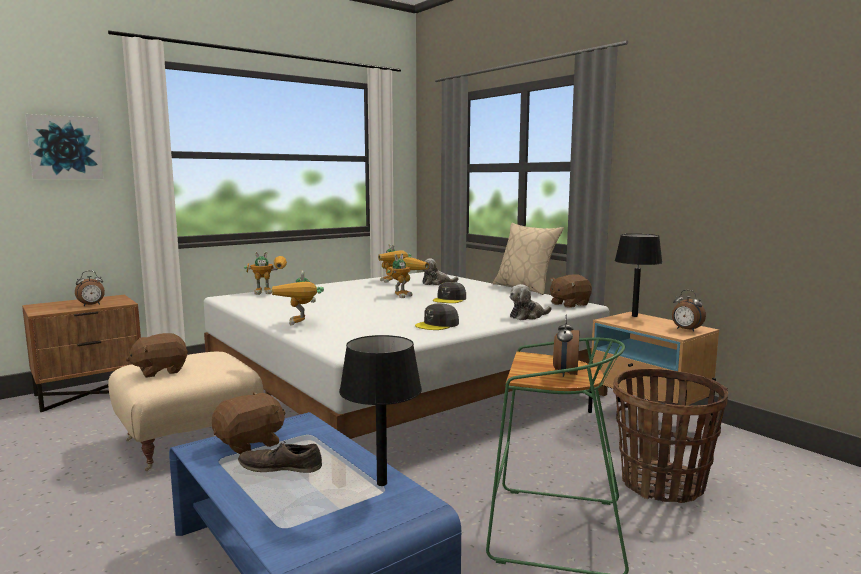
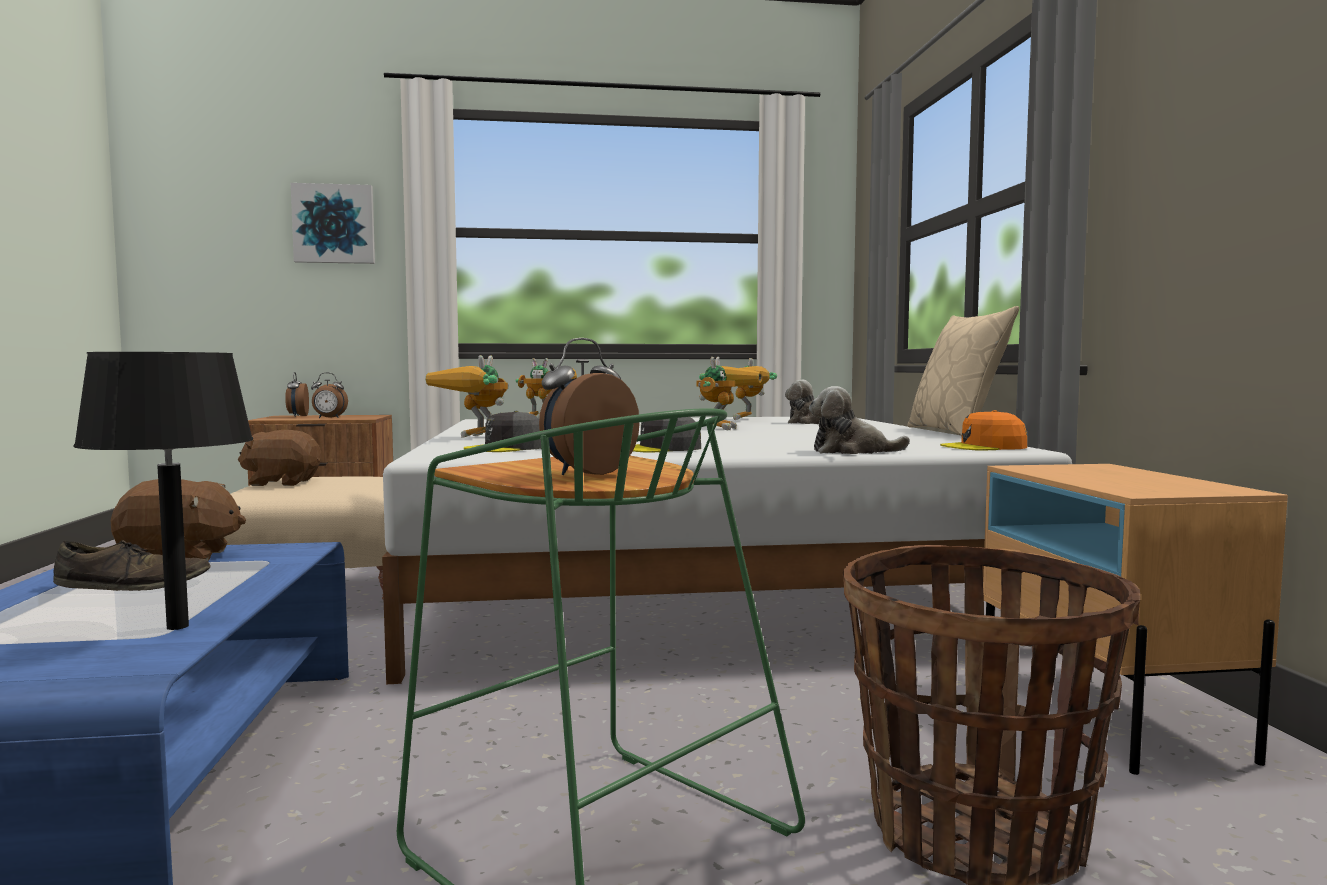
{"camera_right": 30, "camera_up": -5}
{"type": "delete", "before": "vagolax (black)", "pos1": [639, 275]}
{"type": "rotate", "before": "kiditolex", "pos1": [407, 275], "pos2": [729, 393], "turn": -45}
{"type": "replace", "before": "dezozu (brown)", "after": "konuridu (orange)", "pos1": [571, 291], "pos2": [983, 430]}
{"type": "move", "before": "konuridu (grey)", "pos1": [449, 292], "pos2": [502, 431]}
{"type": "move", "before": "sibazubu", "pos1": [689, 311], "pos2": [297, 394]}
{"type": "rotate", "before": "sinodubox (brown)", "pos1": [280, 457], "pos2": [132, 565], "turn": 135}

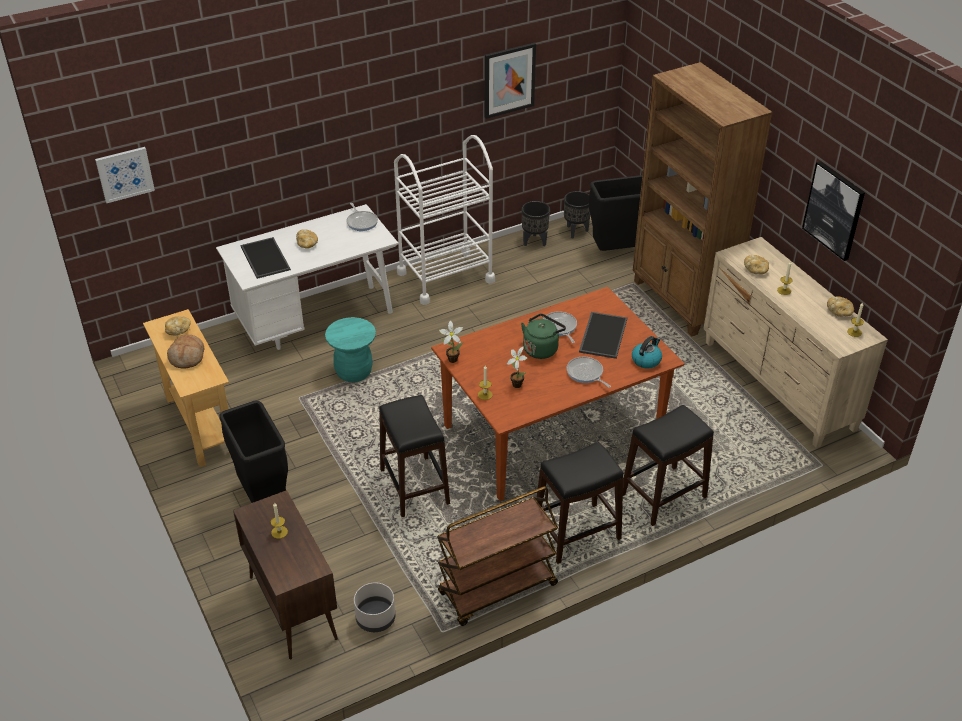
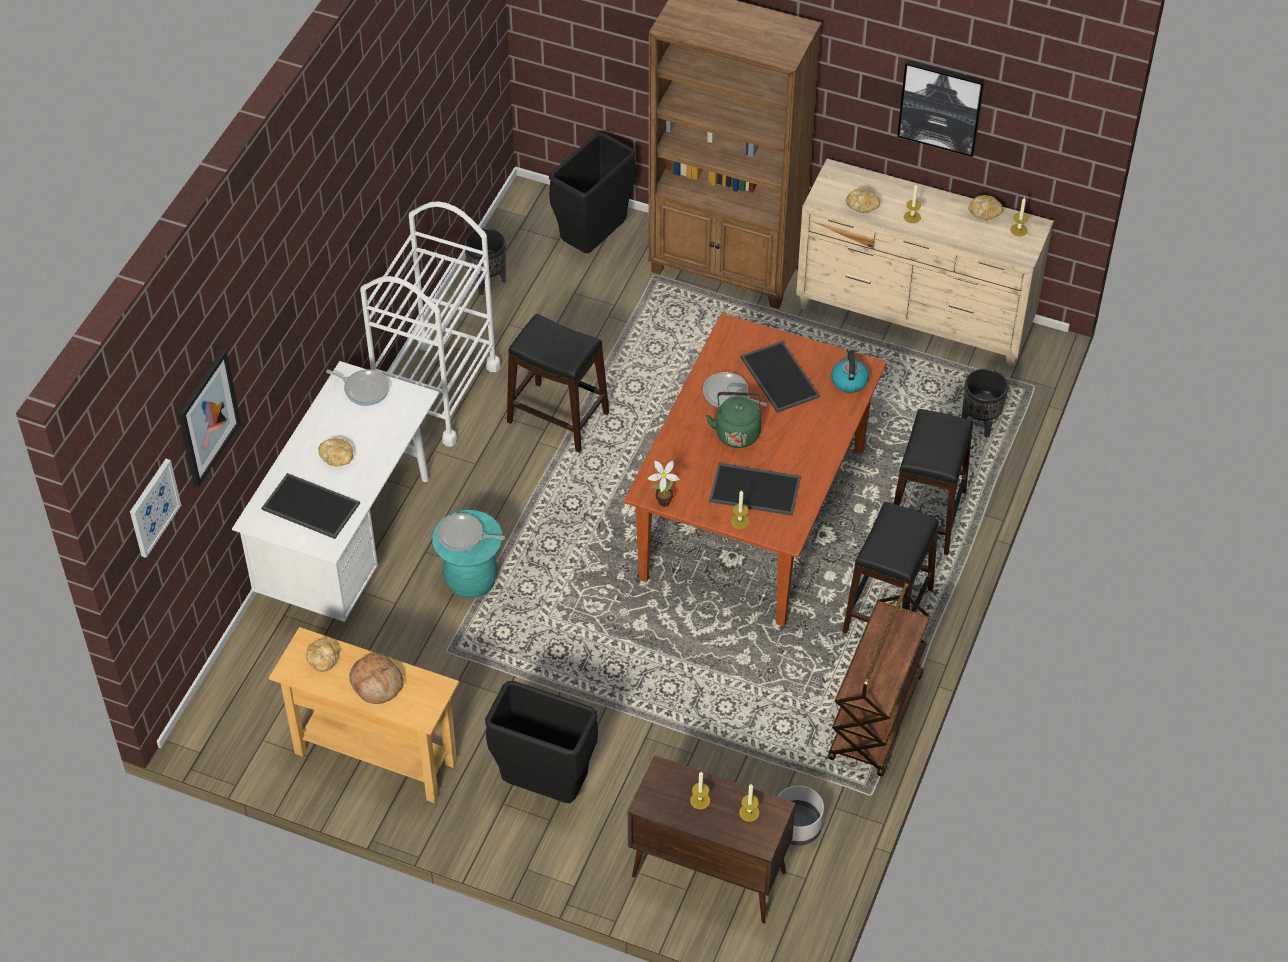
{"camera_right": -40, "camera_up": 10}
{"type": "move", "before": "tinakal", "pos1": [510, 81], "pos2": [209, 418]}
{"type": "move", "before": "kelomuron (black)", "pos1": [577, 215], "pos2": [985, 403]}
{"type": "replace", "before": "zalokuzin", "after": "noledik", "pos1": [517, 367], "pos2": [755, 489]}
{"type": "move", "before": "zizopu", "pos1": [588, 372], "pos2": [471, 532]}
{"type": "move", "before": "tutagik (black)", "pos1": [414, 456], "pos2": [558, 383]}
{"type": "insert", "after": "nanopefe", "pos2": [749, 803]}

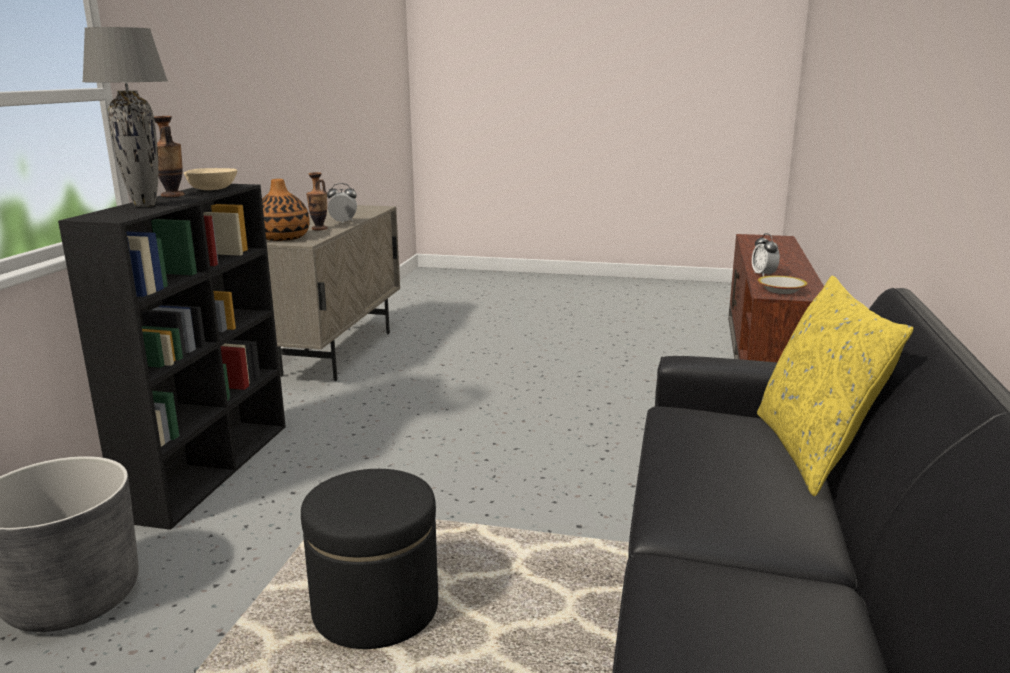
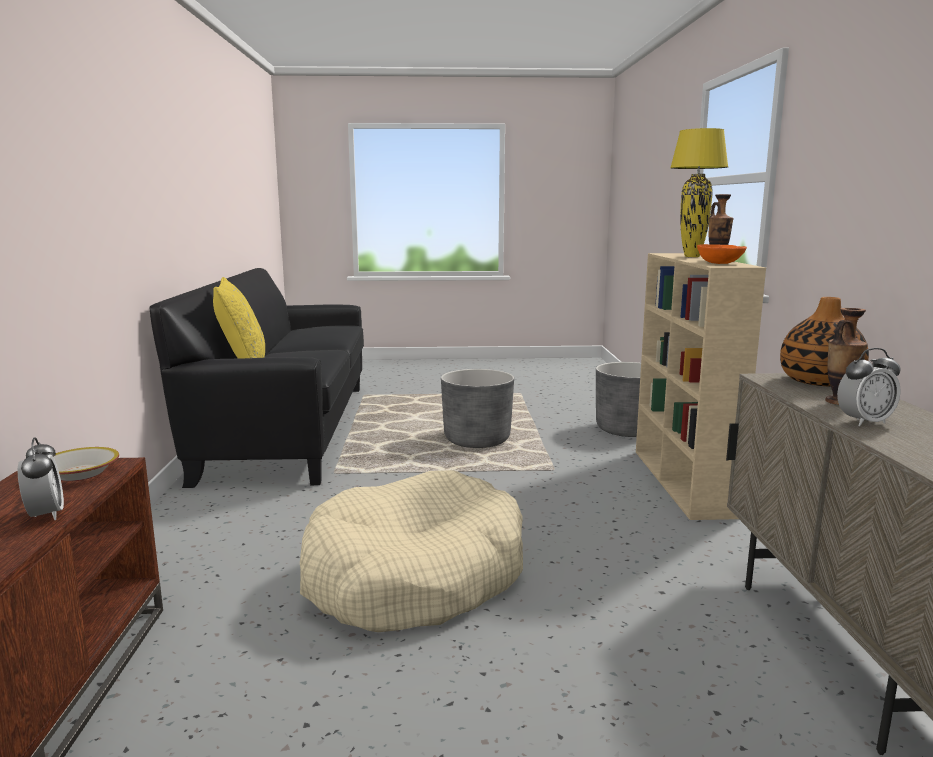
{"camera_right": 165, "camera_up": -5}
{"type": "recolor", "before": "vagolax (grey)", "after": "vagolax (yellow)", "pos1": [125, 117], "pos2": [699, 192]}
{"type": "recolor", "before": "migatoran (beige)", "after": "migatoran (orange)", "pos1": [210, 179], "pos2": [722, 254]}
{"type": "recolor", "before": "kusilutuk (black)", "after": "kusilutuk (beige)", "pos1": [172, 357], "pos2": [701, 386]}
{"type": "replace", "before": "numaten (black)", "after": "kelomuron (grey)", "pos1": [369, 559], "pos2": [477, 408]}
{"type": "insert", "after": "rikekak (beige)", "pos2": [411, 551]}

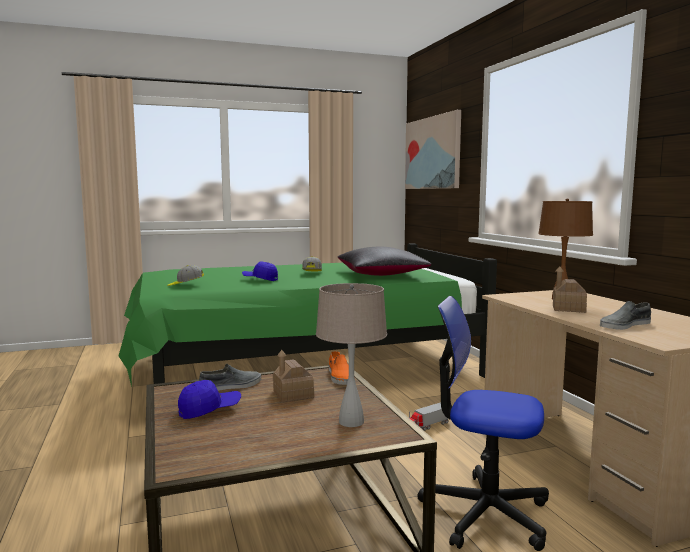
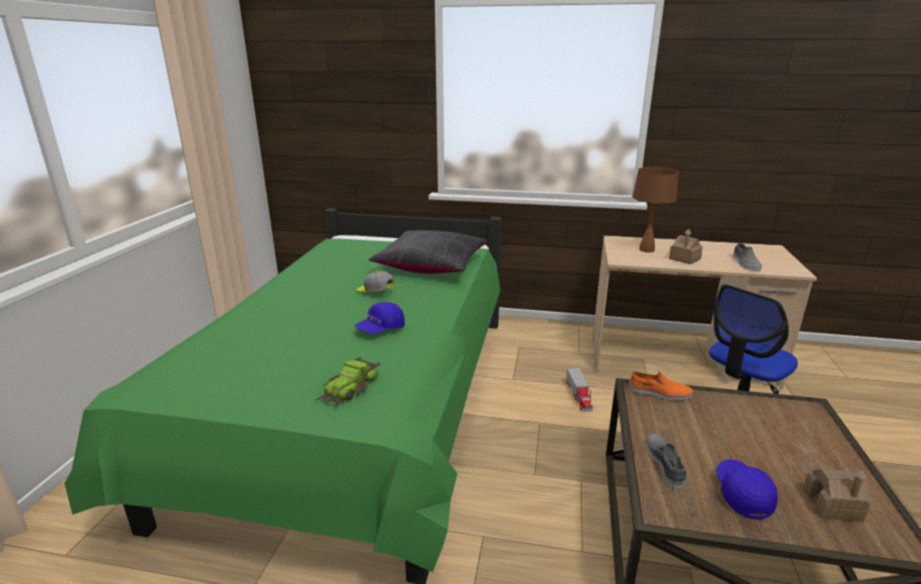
{"camera_right": -60, "camera_up": 15}
{"type": "delete", "before": "tinakal", "pos1": [433, 149]}
{"type": "replace", "before": "konuridu", "after": "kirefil", "pos1": [185, 275], "pos2": [347, 382]}
{"type": "delete", "before": "vagolax (beige)", "pos1": [351, 355]}
{"type": "move", "before": "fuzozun", "pos1": [293, 376], "pos2": [836, 495]}

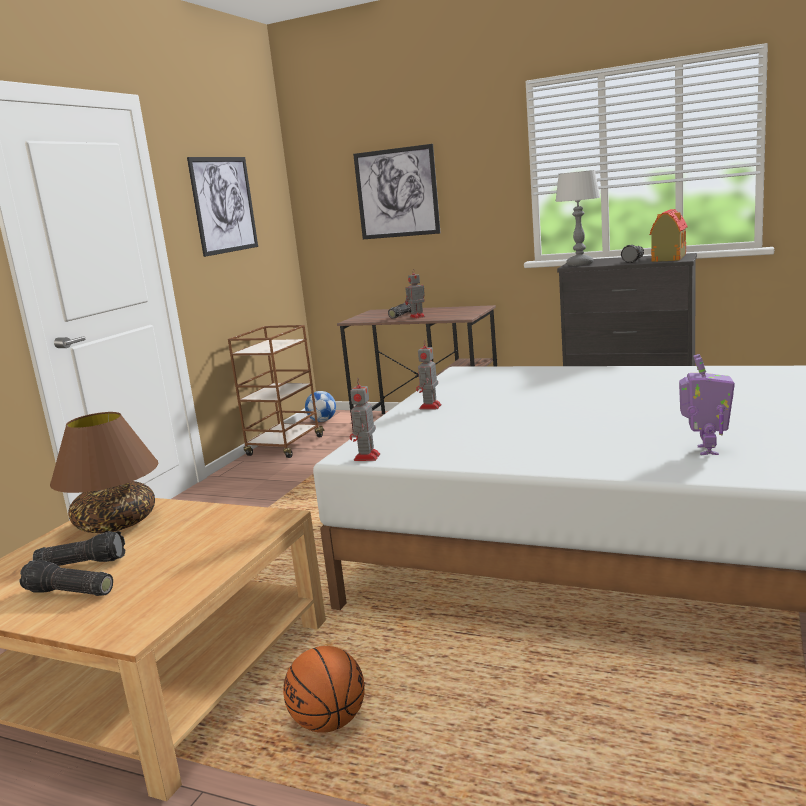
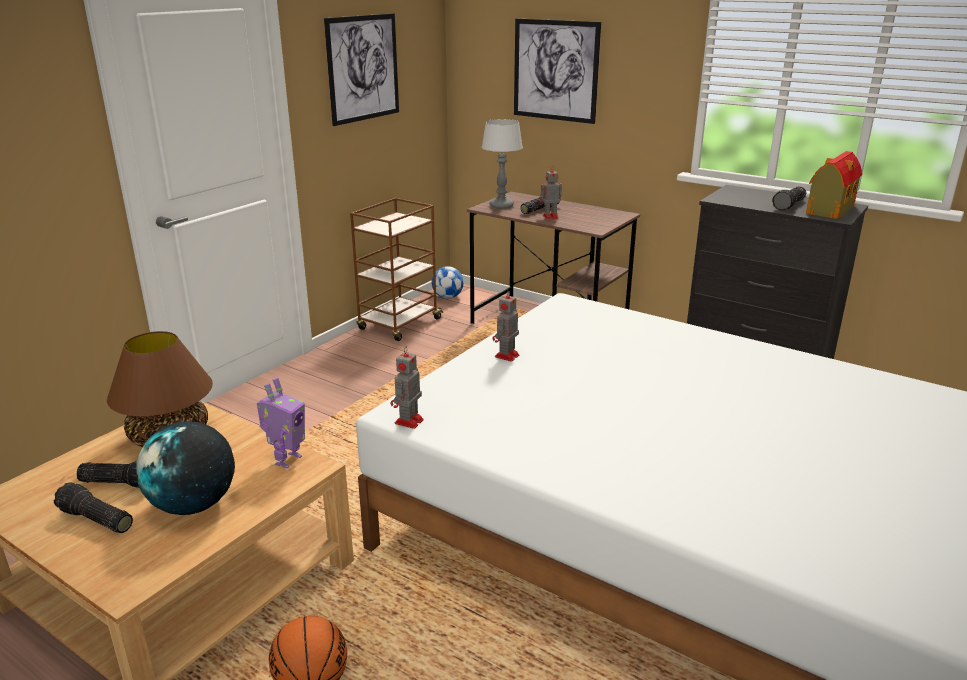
{"camera_right": 10, "camera_up": 10}
{"type": "move", "before": "vagolax", "pos1": [577, 218], "pos2": [502, 164]}
{"type": "move", "before": "kiditolex", "pos1": [707, 404], "pos2": [281, 422]}
{"type": "insert", "after": "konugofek", "pos2": [185, 468]}

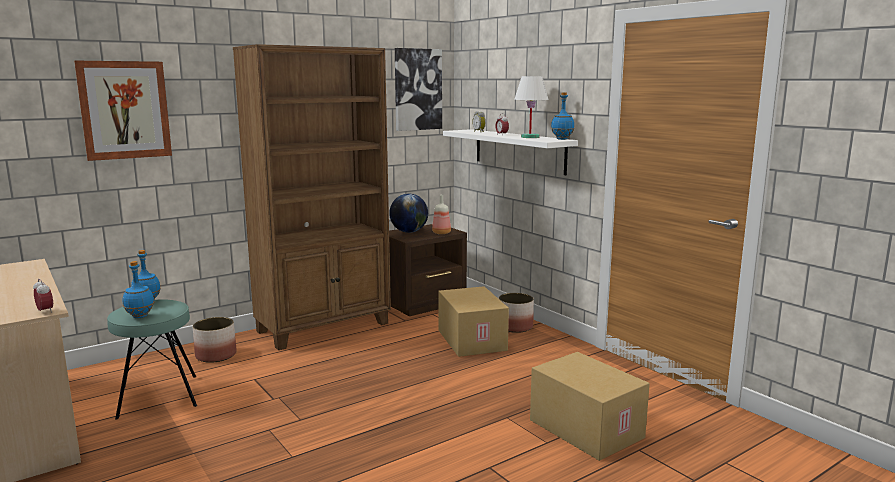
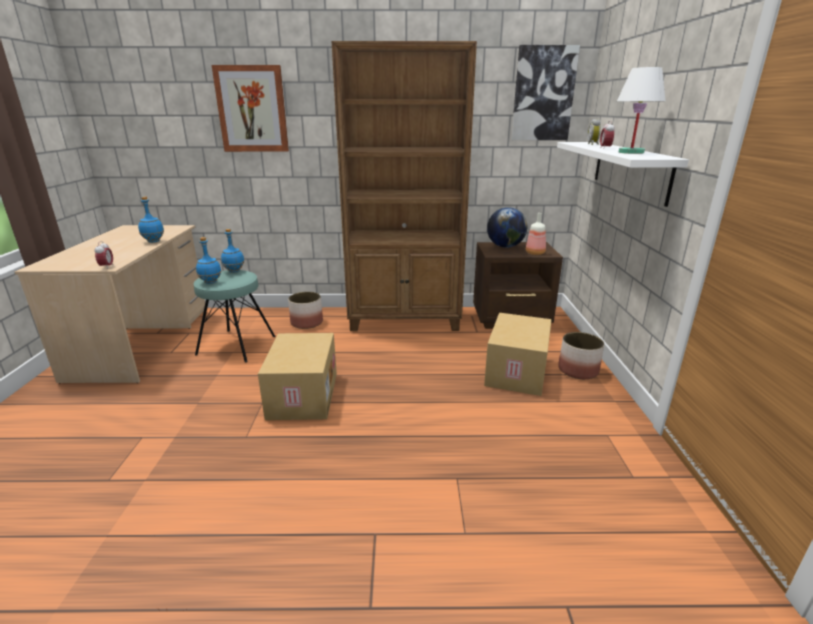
{"camera_right": 35, "camera_up": 10}
{"type": "move", "before": "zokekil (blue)", "pos1": [562, 116], "pos2": [151, 220]}
{"type": "move", "before": "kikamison", "pos1": [590, 406], "pos2": [297, 376]}

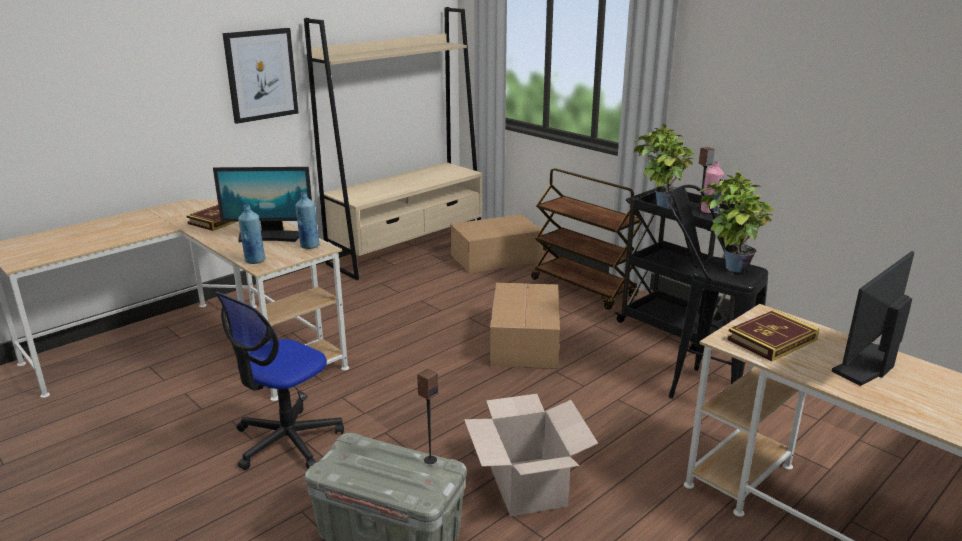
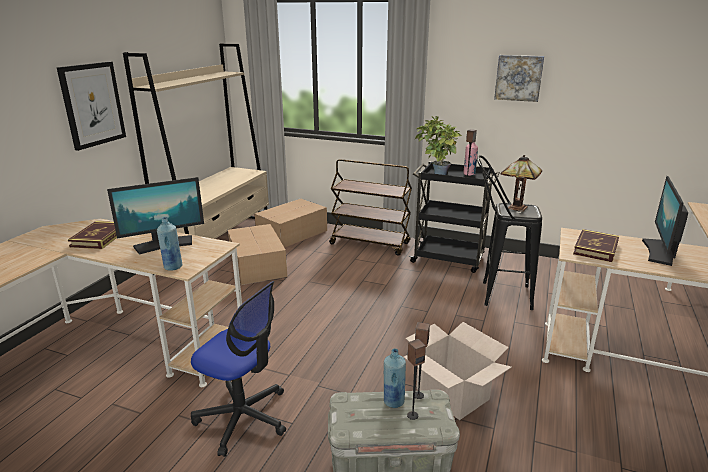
{"camera_right": -25, "camera_up": 0}
{"type": "replace", "before": "zalokuzin", "after": "vagolax", "pos1": [737, 221], "pos2": [521, 183]}
{"type": "move", "before": "zokekil (blue)", "pos1": [307, 220], "pos2": [395, 378]}
{"type": "move", "before": "kikamison", "pos1": [525, 326], "pos2": [257, 254]}
{"type": "rotate", "before": "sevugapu", "pos1": [279, 381], "pos2": [238, 369], "turn": -75}
{"type": "insert", "after": "tinakal", "pos2": [519, 78]}
{"type": "insert", "after": "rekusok", "pos2": [416, 379]}

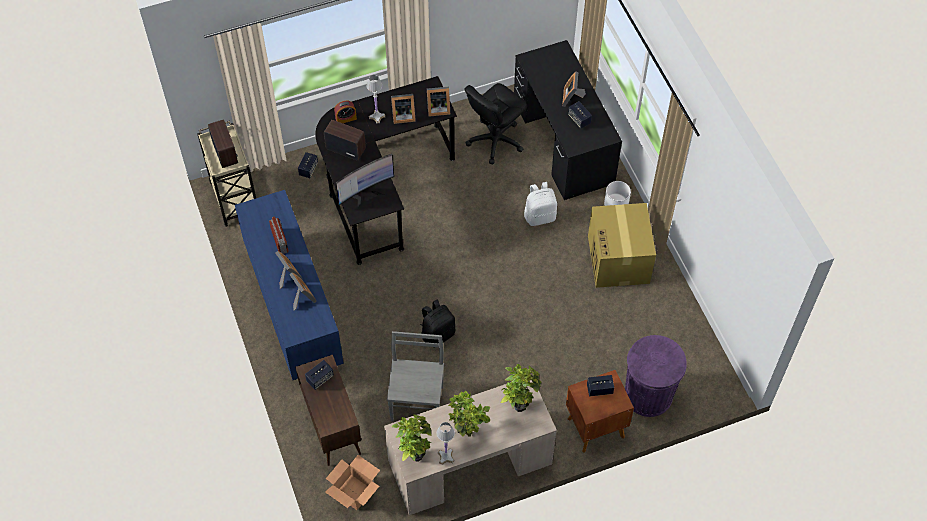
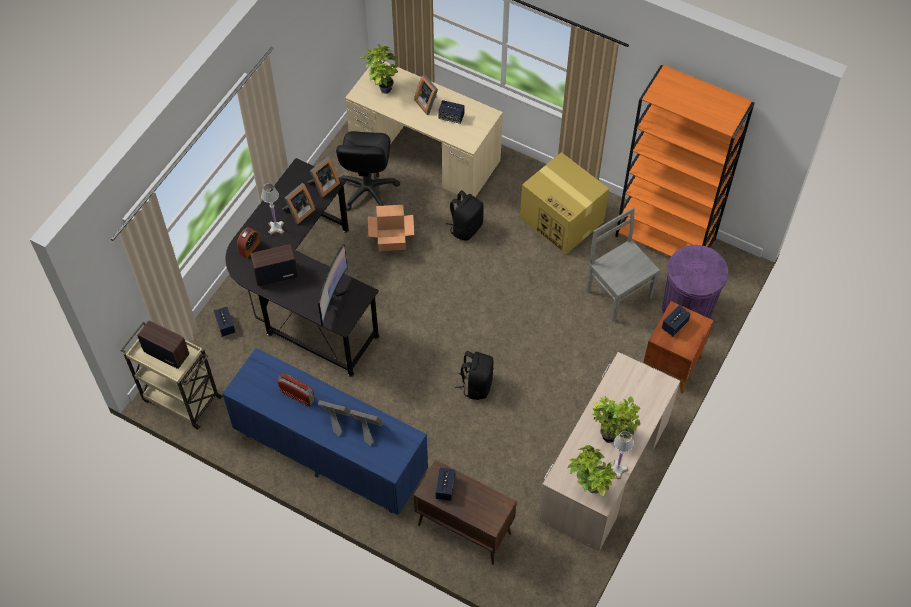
{"camera_right": -40, "camera_up": 0}
{"type": "recolor", "before": "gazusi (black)", "after": "gazusi (beige)", "pos1": [568, 120], "pos2": [424, 128]}
{"type": "delete", "before": "kelomuron (white)", "pos1": [617, 193]}
{"type": "recolor", "before": "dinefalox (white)", "after": "dinefalox (black)", "pos1": [540, 204], "pos2": [465, 215]}
{"type": "move", "before": "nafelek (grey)", "pos1": [415, 376], "pos2": [623, 264]}
{"type": "move", "before": "zalokuzin", "pos1": [521, 388], "pos2": [379, 68]}
{"type": "move", "before": "kikamison", "pos1": [352, 482], "pos2": [391, 228]}
{"type": "insert", "after": "kusilutuk (orange)", "pos2": [685, 160]}

